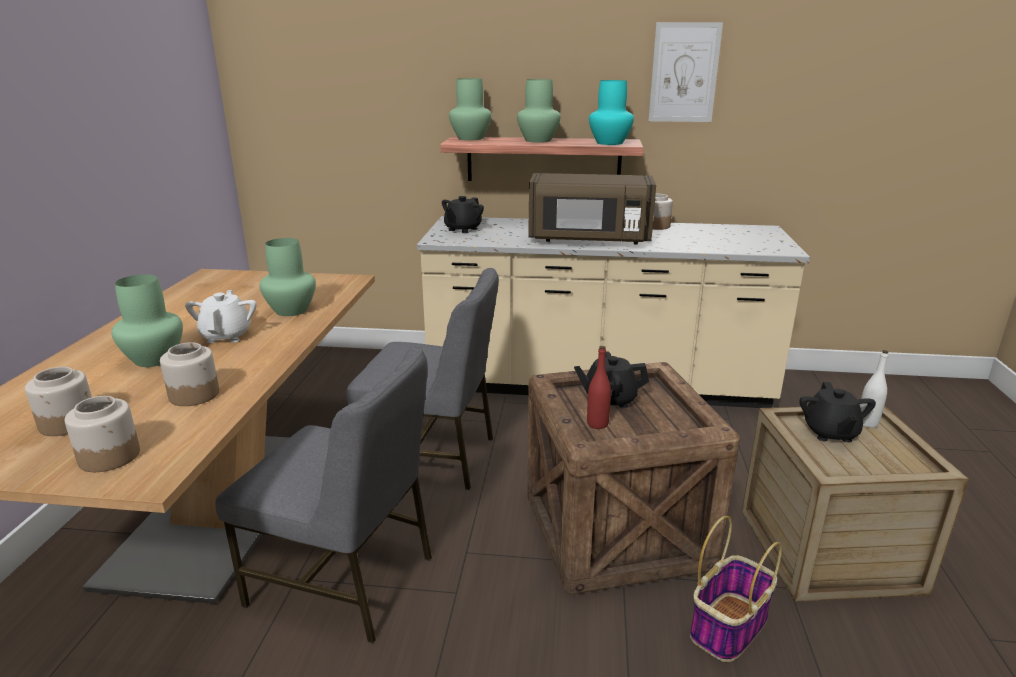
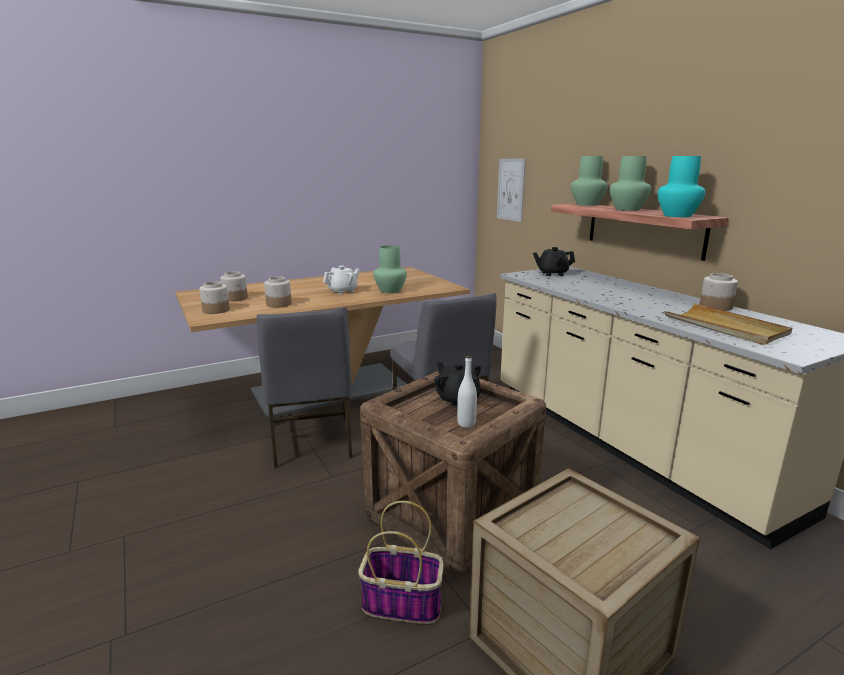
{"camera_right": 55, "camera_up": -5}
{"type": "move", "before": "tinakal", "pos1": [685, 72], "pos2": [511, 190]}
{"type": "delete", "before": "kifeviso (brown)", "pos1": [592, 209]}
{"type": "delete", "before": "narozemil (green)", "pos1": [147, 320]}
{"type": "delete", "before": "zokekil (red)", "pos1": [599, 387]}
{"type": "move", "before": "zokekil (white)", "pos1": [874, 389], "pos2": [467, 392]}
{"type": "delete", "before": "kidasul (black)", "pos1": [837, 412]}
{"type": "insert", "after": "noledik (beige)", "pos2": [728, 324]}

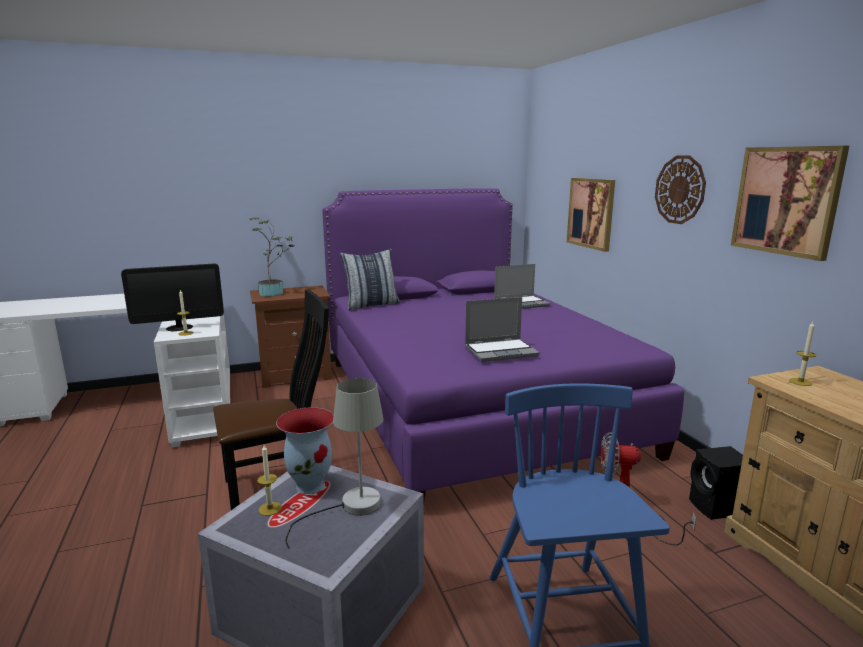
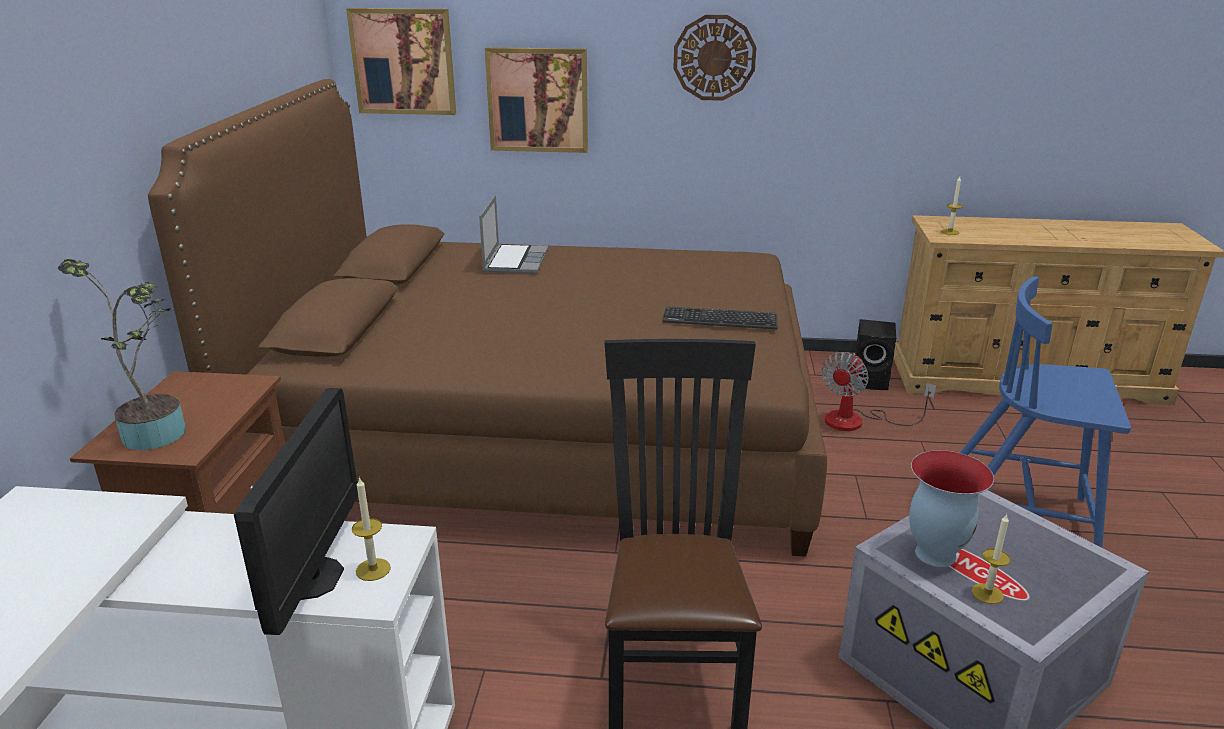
{"camera_right": -65, "camera_up": 10}
{"type": "move", "before": "tinakal", "pos1": [790, 203], "pos2": [401, 61]}
{"type": "recolor", "before": "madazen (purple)", "after": "madazen (brown)", "pos1": [503, 344], "pos2": [487, 318]}
{"type": "delete", "before": "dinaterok", "pos1": [369, 279]}
{"type": "replace", "before": "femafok", "after": "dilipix", "pos1": [502, 329], "pos2": [719, 318]}
{"type": "delete", "before": "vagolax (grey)", "pos1": [334, 463]}

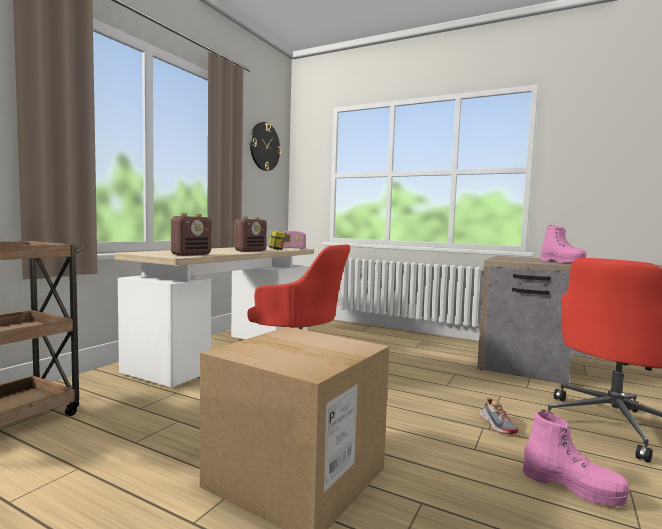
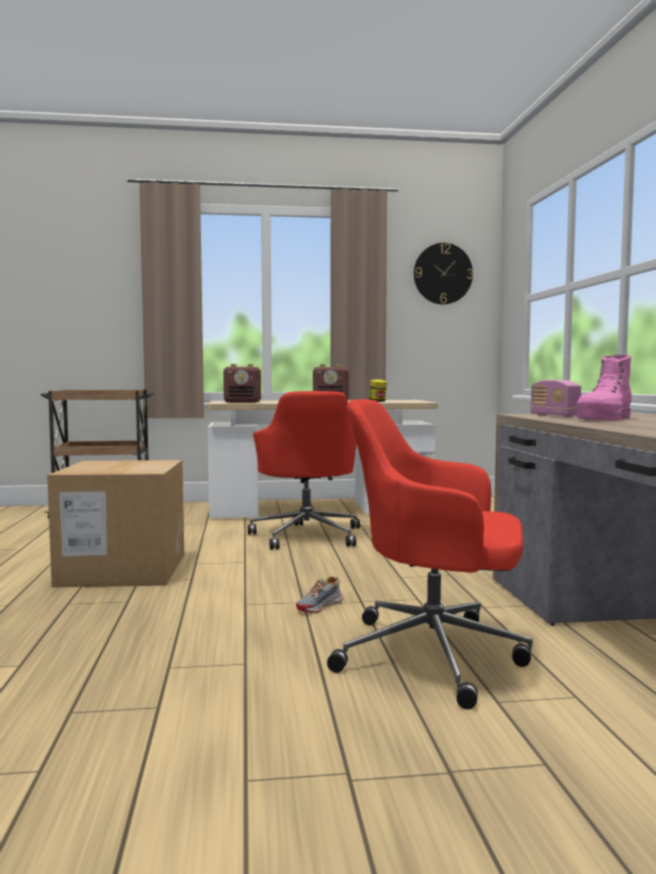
{"camera_right": 55, "camera_up": 0}
{"type": "move", "before": "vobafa", "pos1": [294, 240], "pos2": [555, 398]}
{"type": "delete", "before": "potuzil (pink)", "pos1": [576, 458]}

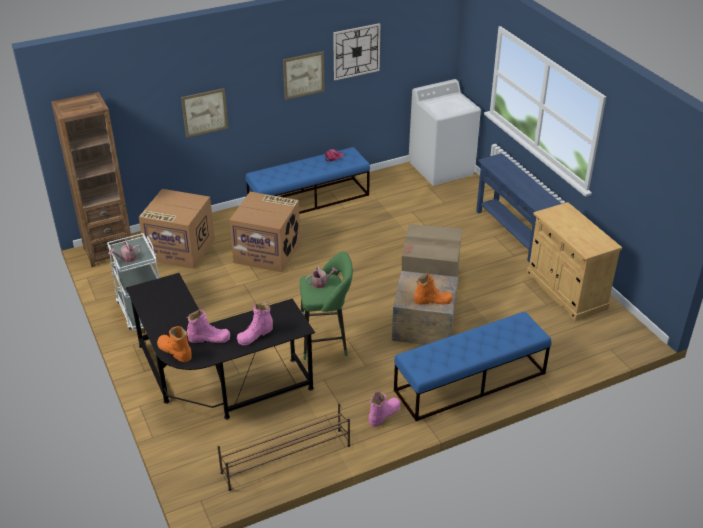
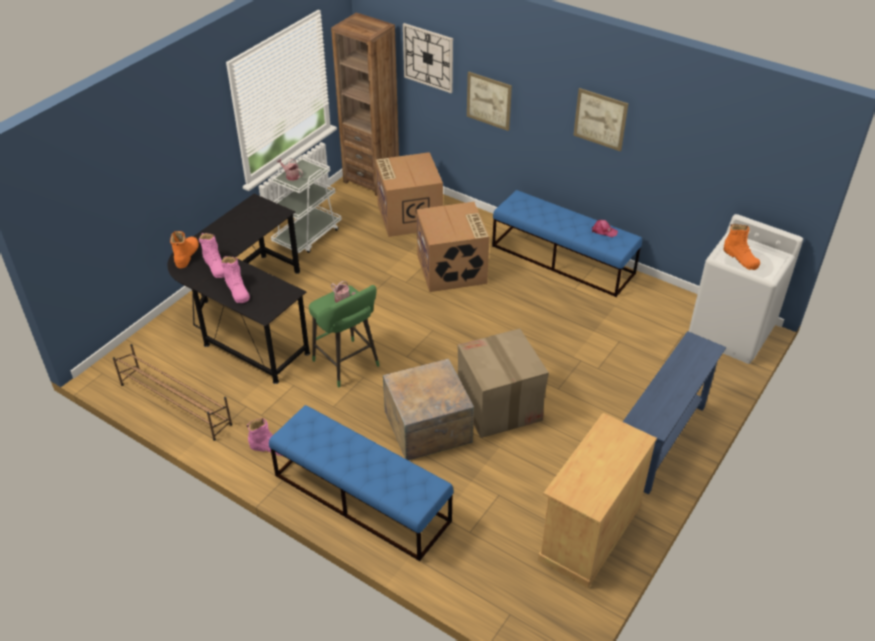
{"camera_right": 60, "camera_up": 5}
{"type": "move", "before": "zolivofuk", "pos1": [356, 51], "pos2": [428, 58]}
{"type": "move", "before": "potuzil (orange)", "pos1": [433, 289], "pos2": [741, 247]}
{"type": "rotate", "before": "potuzil (pink)", "pos1": [255, 324], "pos2": [235, 279], "turn": -135}

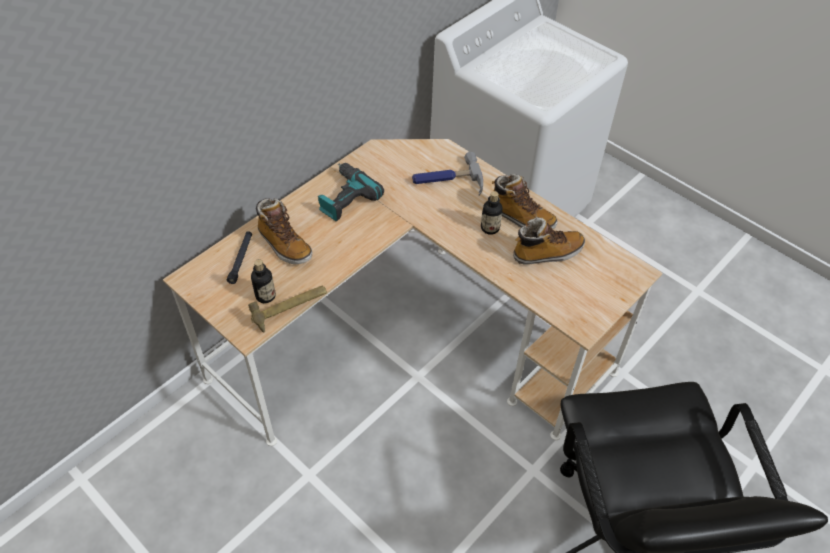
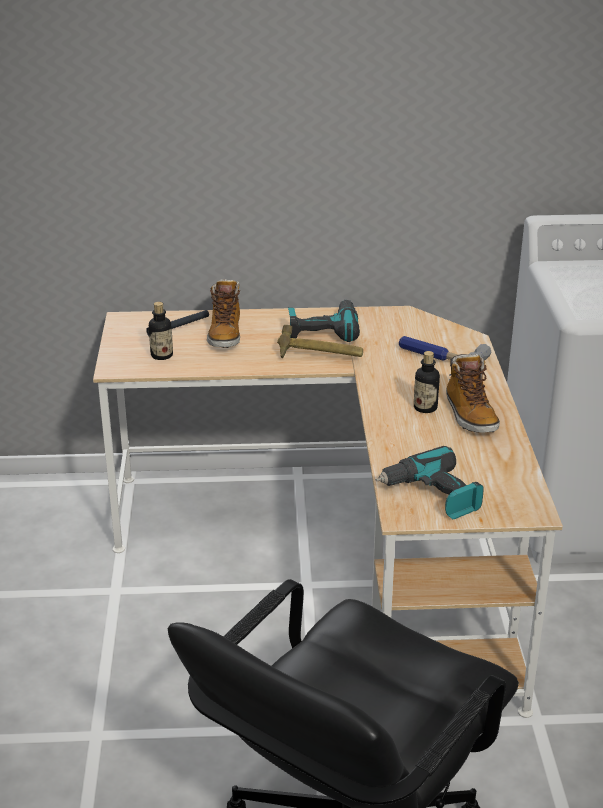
{"camera_right": 45, "camera_up": -20}
{"type": "delete", "before": "potuzil", "pos1": [549, 240]}
{"type": "move", "before": "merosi", "pos1": [287, 309], "pos2": [320, 341]}
{"type": "insert", "after": "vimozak", "pos2": [430, 482]}

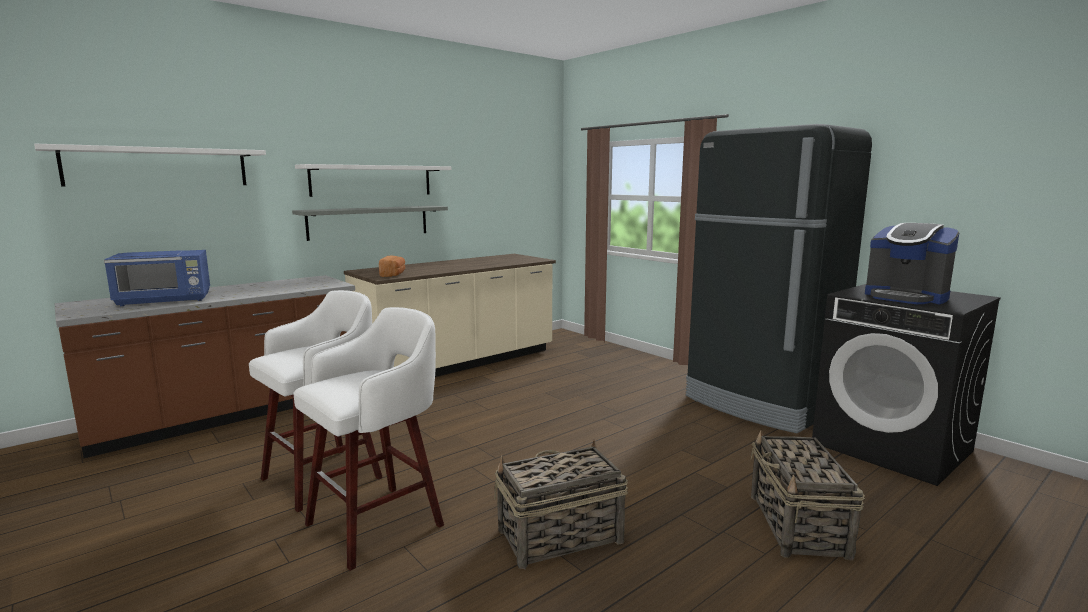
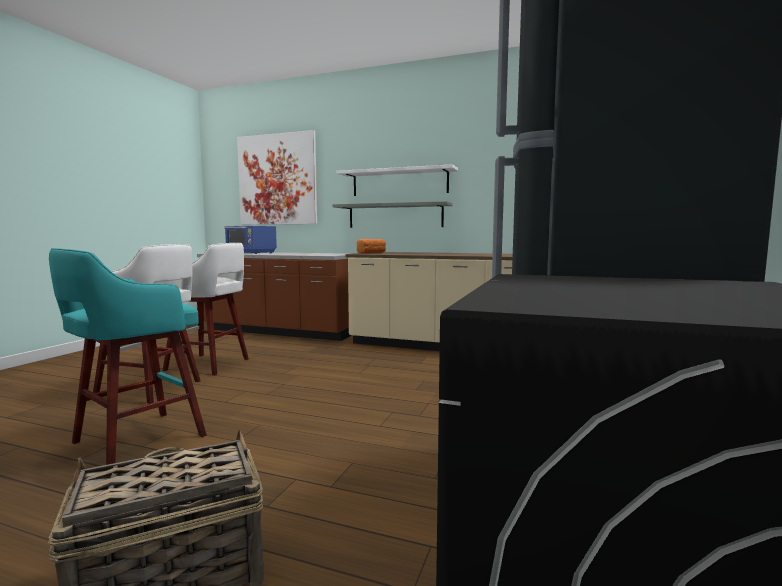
{"camera_right": 60, "camera_up": -5}
{"type": "replace", "before": "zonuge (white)", "after": "tinakal", "pos1": [150, 165], "pos2": [277, 177]}
{"type": "delete", "before": "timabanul", "pos1": [912, 263]}
{"type": "replace", "before": "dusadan", "after": "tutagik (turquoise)", "pos1": [561, 504], "pos2": [128, 356]}

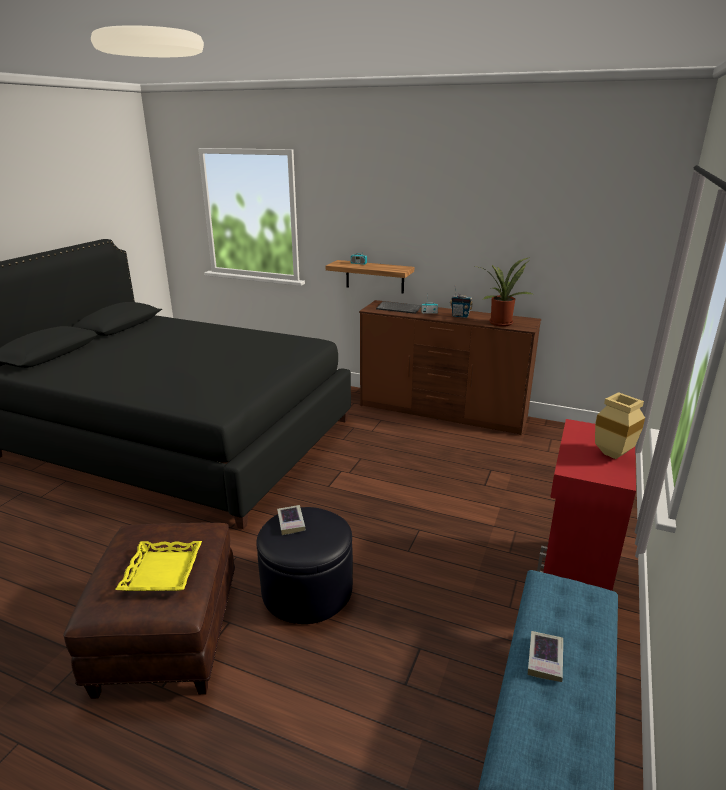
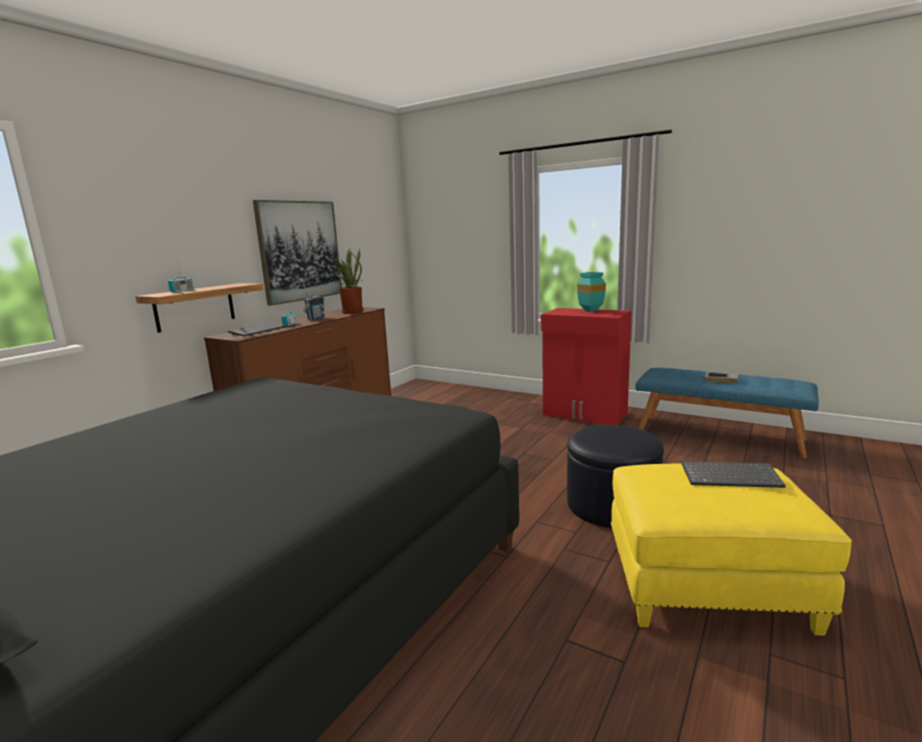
{"camera_right": -80, "camera_up": -10}
{"type": "recolor", "before": "narozemil (beige)", "after": "narozemil (turquoise)", "pos1": [620, 425], "pos2": [591, 292]}
{"type": "delete", "before": "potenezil", "pos1": [291, 520]}
{"type": "recolor", "before": "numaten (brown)", "after": "numaten (yellow)", "pos1": [149, 611], "pos2": [731, 549]}
{"type": "replace", "before": "noledik (yellow)", "after": "dilipix", "pos1": [158, 566], "pos2": [733, 474]}
{"type": "insert", "after": "tinakal", "pos2": [297, 253]}

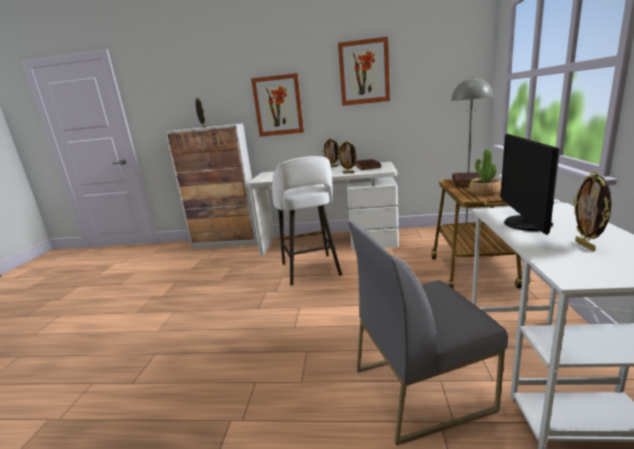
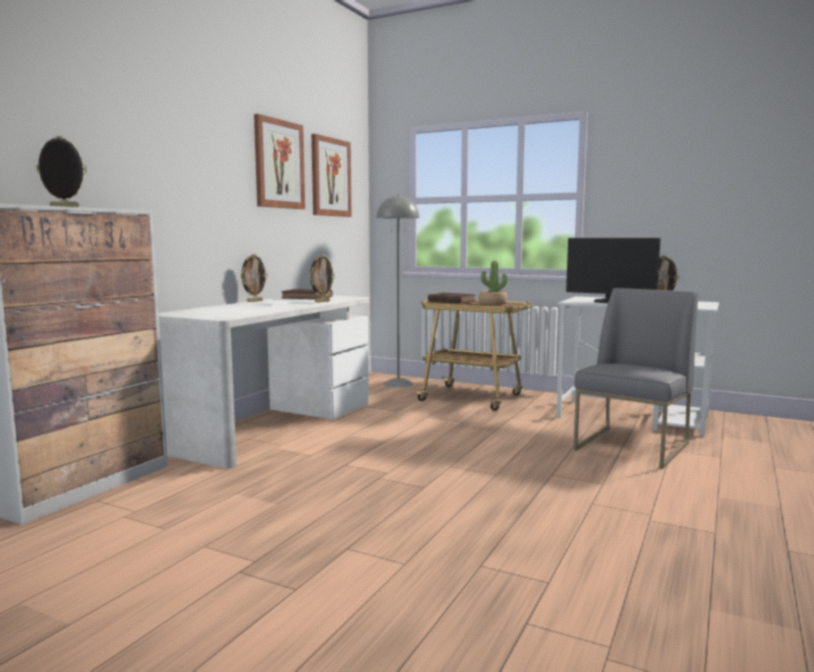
{"camera_right": -70, "camera_up": -10}
{"type": "move", "before": "tinakal", "pos1": [277, 105], "pos2": [331, 175]}
{"type": "delete", "before": "tutagik (white)", "pos1": [307, 221]}
{"type": "rotate", "before": "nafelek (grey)", "pos1": [428, 334], "pos2": [635, 378], "turn": -150}

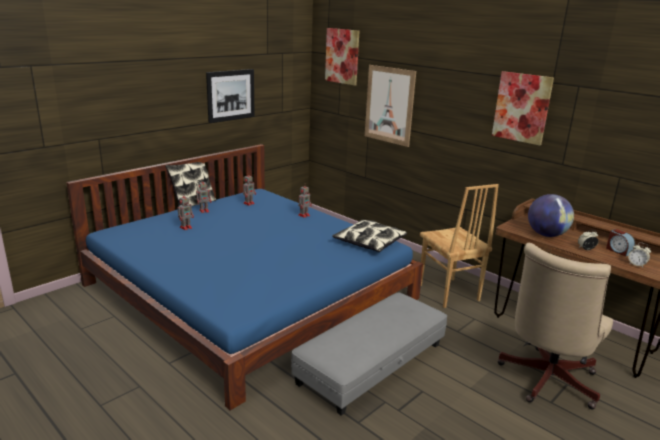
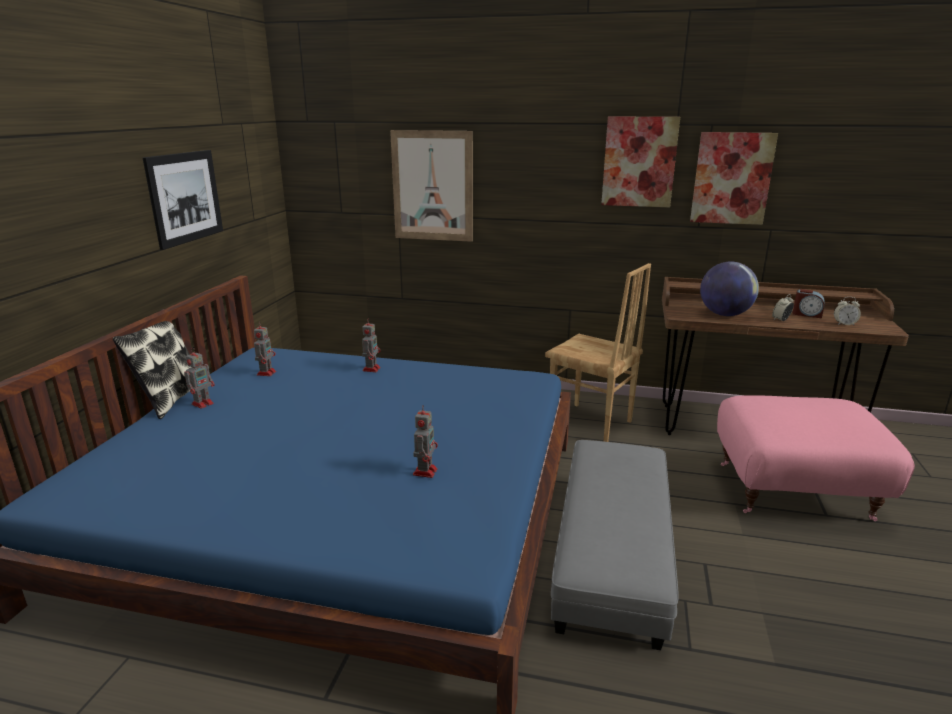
{"camera_right": -30, "camera_up": 0}
{"type": "move", "before": "tinakal", "pos1": [342, 57], "pos2": [734, 178]}
{"type": "move", "before": "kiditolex", "pos1": [185, 211], "pos2": [425, 441]}
{"type": "delete", "before": "dinaterok", "pos1": [370, 236]}
{"type": "replace", "before": "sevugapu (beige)", "after": "numaten (pink)", "pos1": [555, 326], "pos2": [816, 458]}

